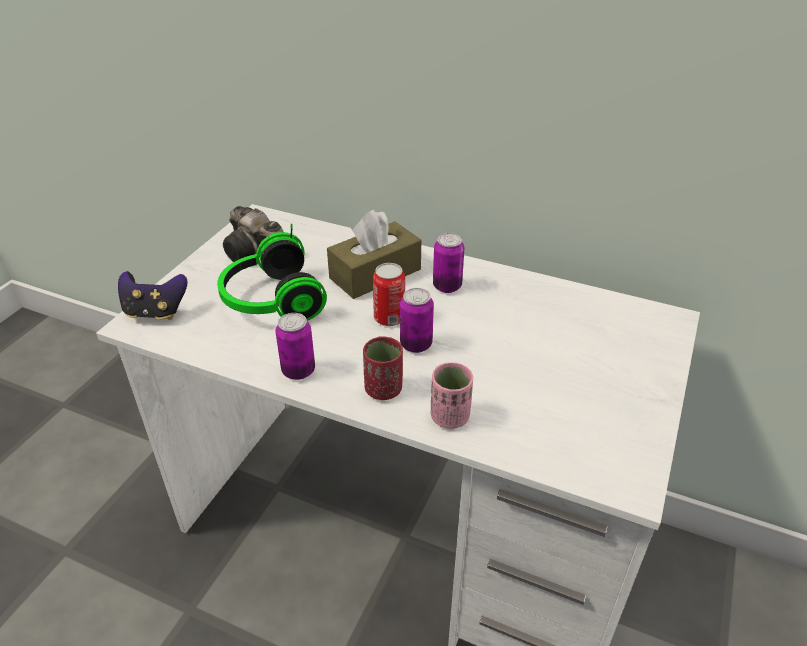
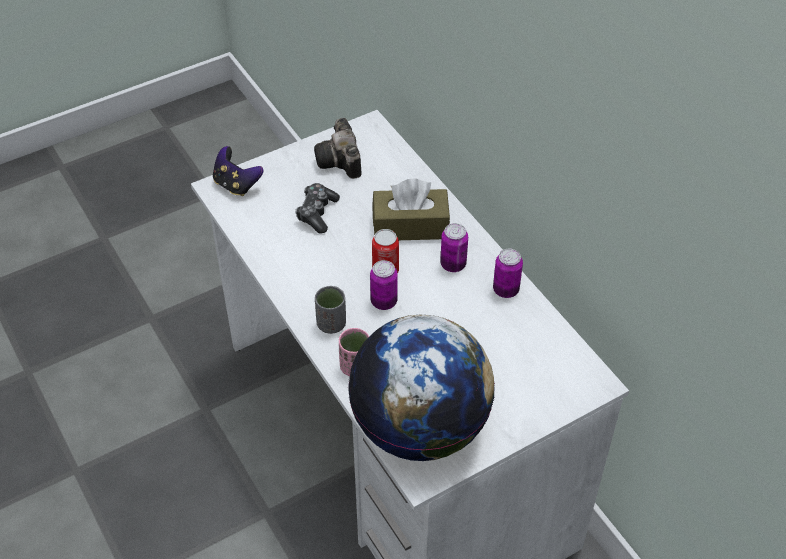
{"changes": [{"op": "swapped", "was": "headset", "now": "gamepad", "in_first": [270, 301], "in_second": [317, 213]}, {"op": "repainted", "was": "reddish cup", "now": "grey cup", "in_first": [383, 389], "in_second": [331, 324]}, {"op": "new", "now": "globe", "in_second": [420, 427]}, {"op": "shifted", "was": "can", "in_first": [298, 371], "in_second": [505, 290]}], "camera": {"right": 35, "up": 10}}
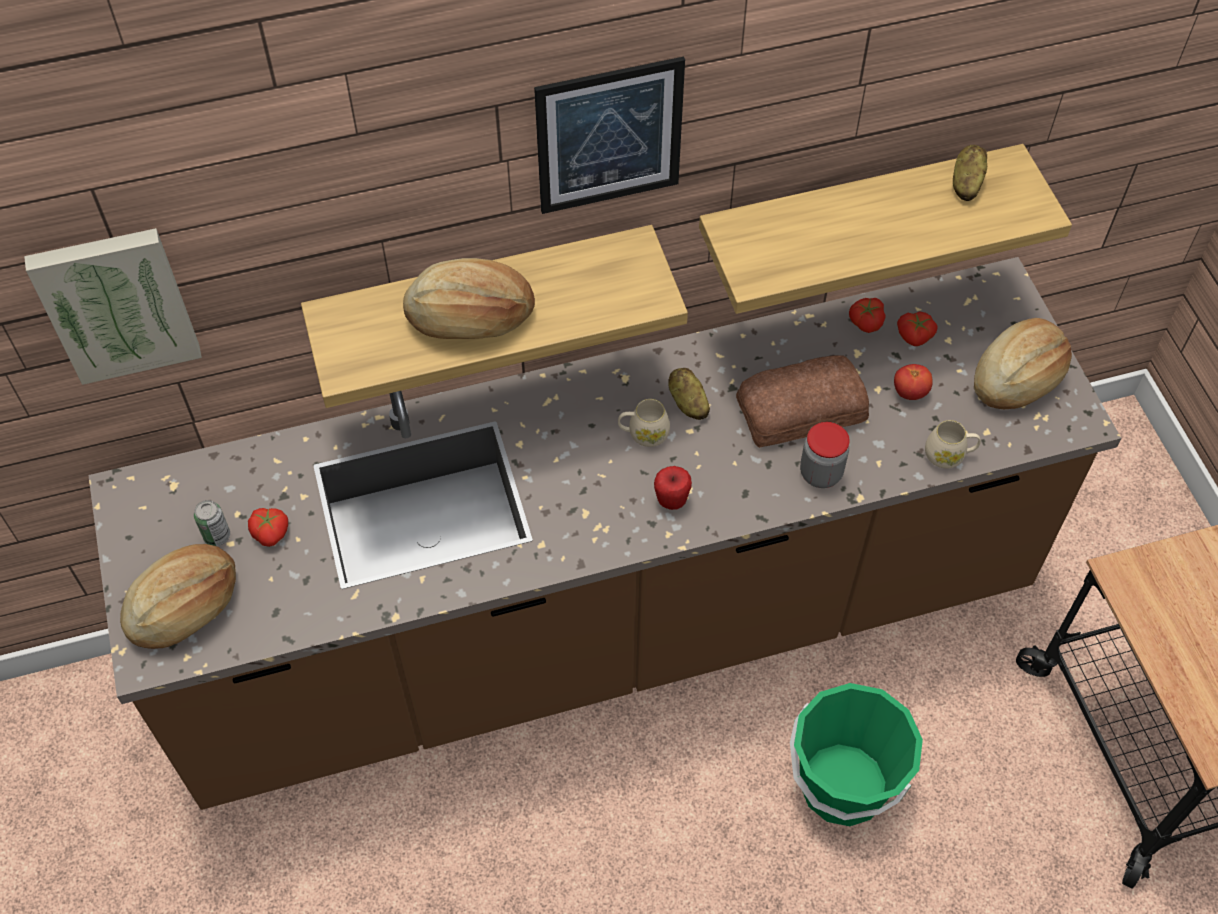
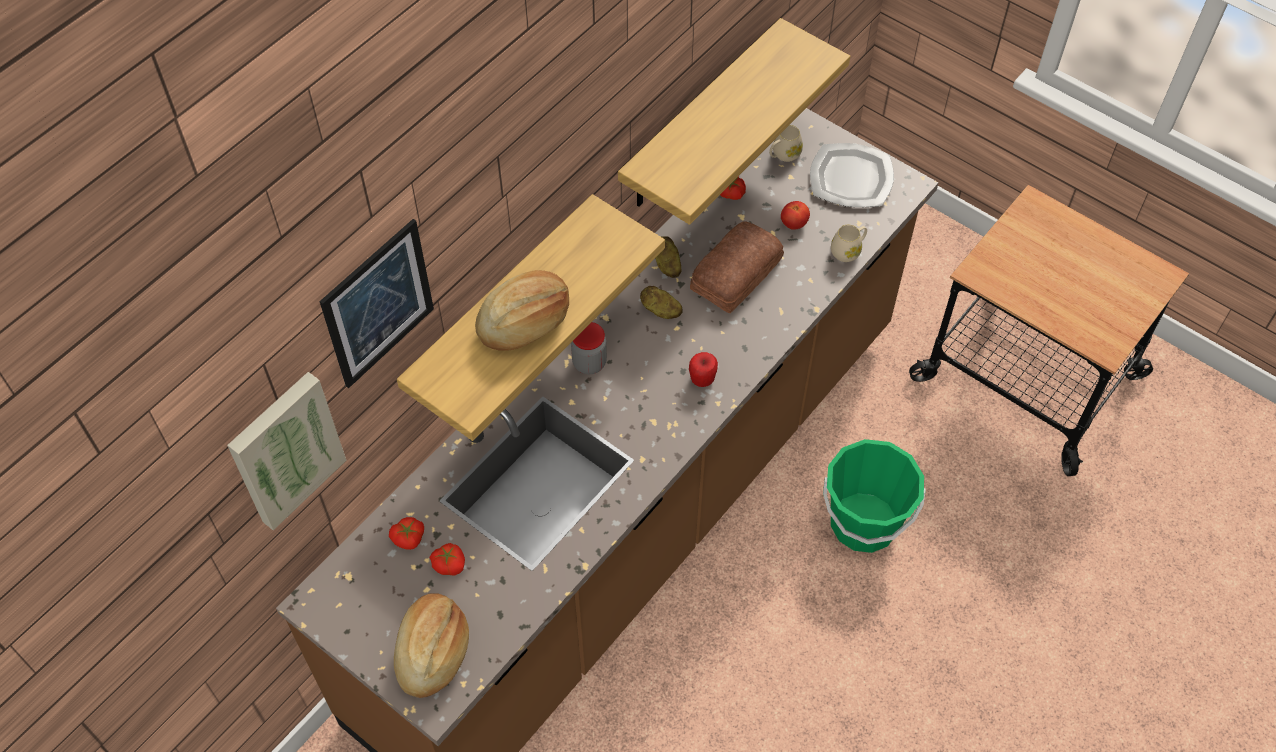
{"changes": [{"op": "shifted", "was": "wall picture", "in_first": [609, 136], "in_second": [378, 304]}, {"op": "shifted", "was": "whole tomato", "in_first": [914, 336], "in_second": [409, 539]}, {"op": "shifted", "was": "preserve jar", "in_first": [820, 473], "in_second": [589, 363]}, {"op": "shifted", "was": "spud", "in_first": [965, 183], "in_second": [666, 264]}, {"op": "shifted", "was": "beige-coloured mug", "in_first": [643, 434], "in_second": [783, 155]}, {"op": "swapped", "was": "baked bread", "now": "plate", "in_first": [1018, 377], "in_second": [850, 177]}, {"op": "gone", "was": "can", "in_first": [217, 536]}], "camera": {"right": -35, "up": 0}}
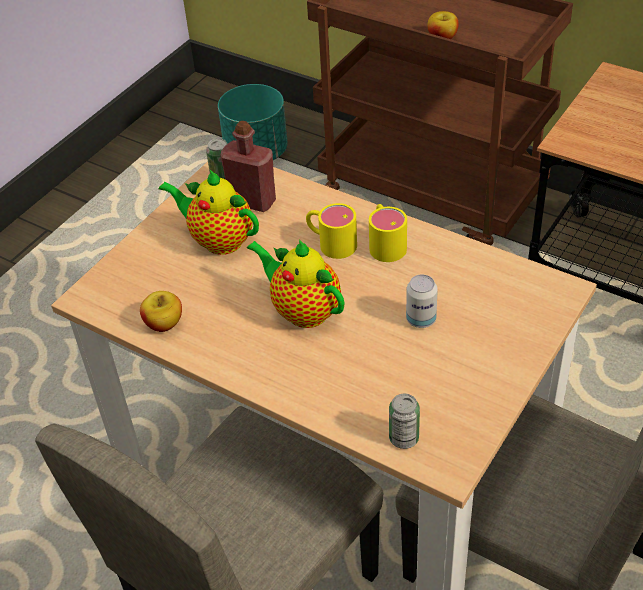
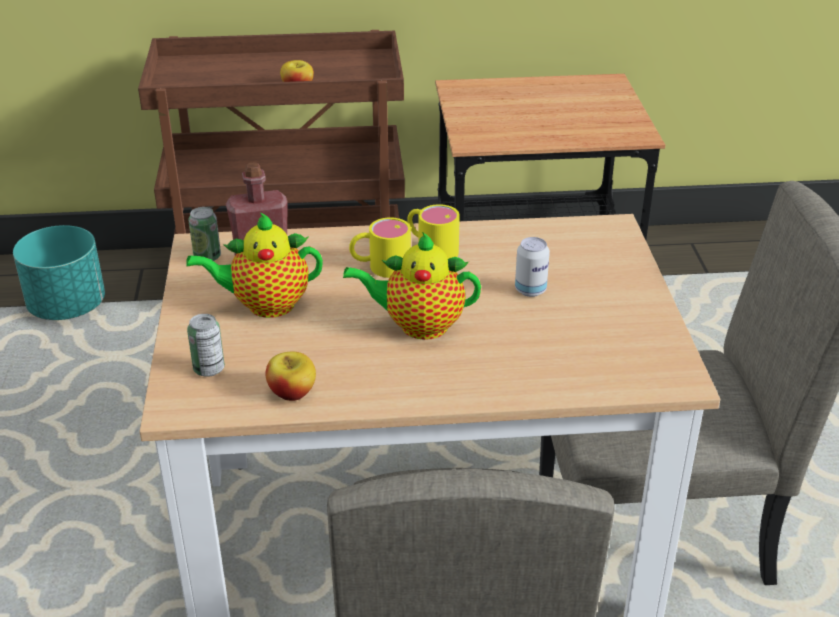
{"changes": [{"op": "shifted", "was": "can", "in_first": [404, 438], "in_second": [209, 369]}], "camera": {"right": -40, "up": -10}}
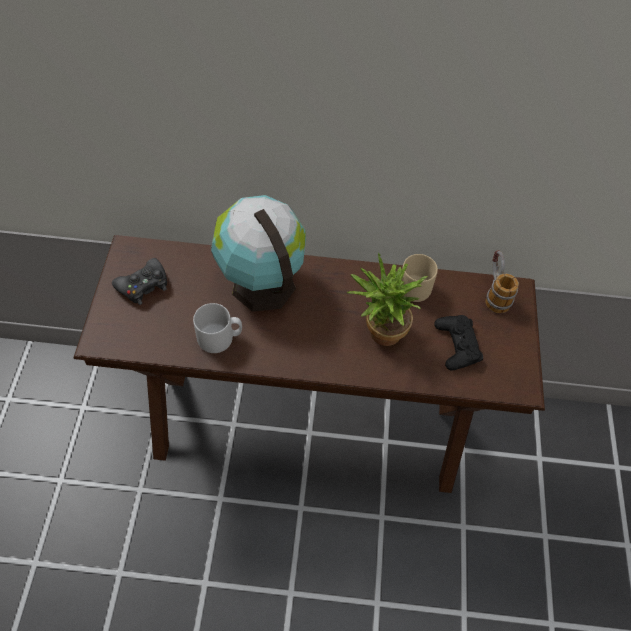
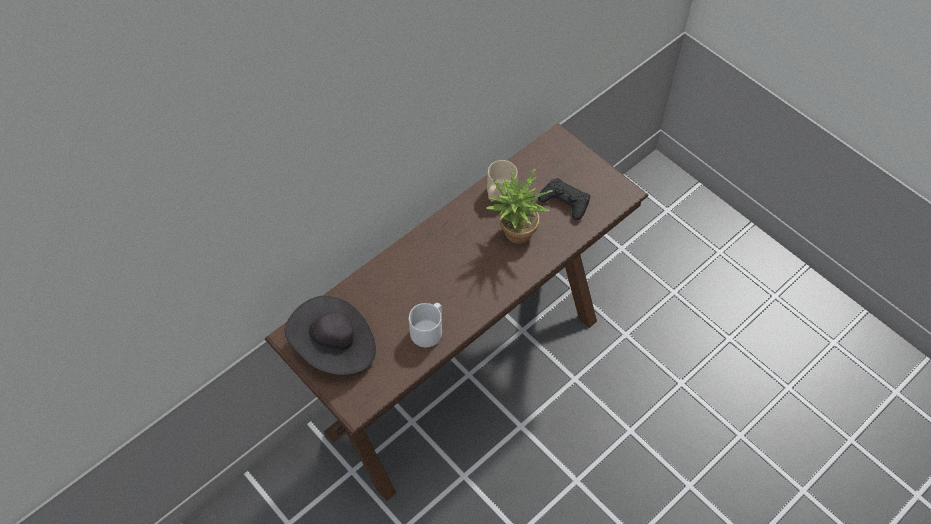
{"changes": [{"op": "swapped", "was": "blackish gamepad", "now": "blackish clothing hat", "in_first": [143, 285], "in_second": [335, 348]}, {"op": "gone", "was": "globe", "in_first": [261, 283]}, {"op": "gone", "was": "mug", "in_first": [494, 293]}], "camera": {"right": -45, "up": 0}}
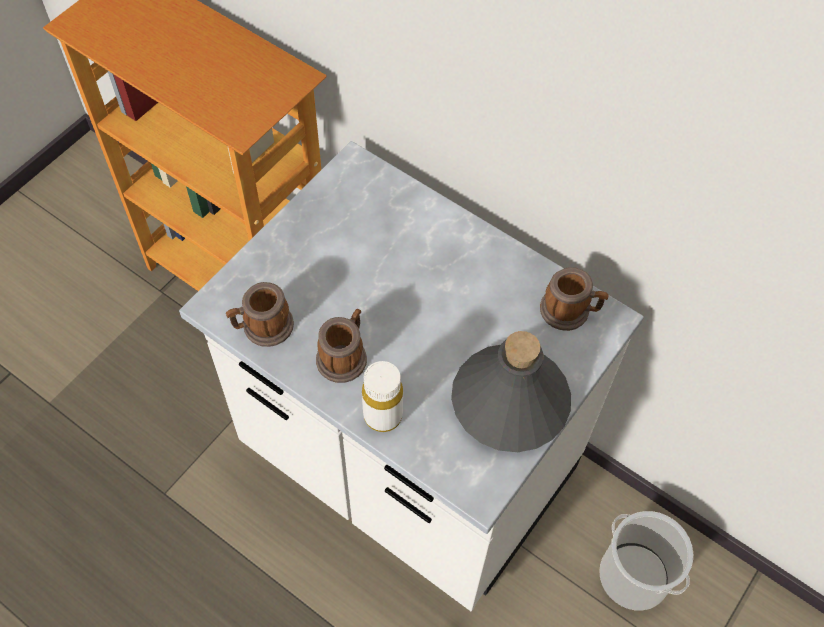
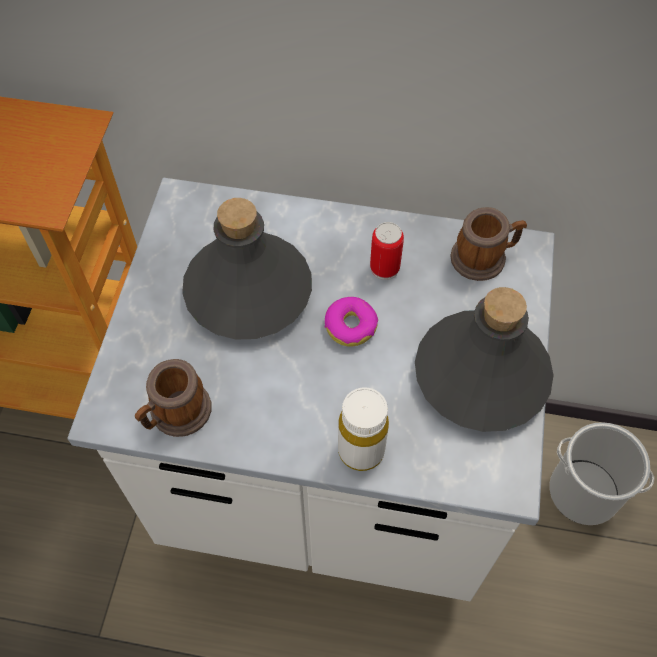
{"changes": [{"op": "new", "now": "grey bottle", "in_second": [248, 290]}, {"op": "new", "now": "ring doughnut", "in_second": [350, 326]}, {"op": "new", "now": "can", "in_second": [384, 268]}, {"op": "gone", "was": "mug", "in_first": [344, 355]}], "camera": {"right": -25, "up": 0}}
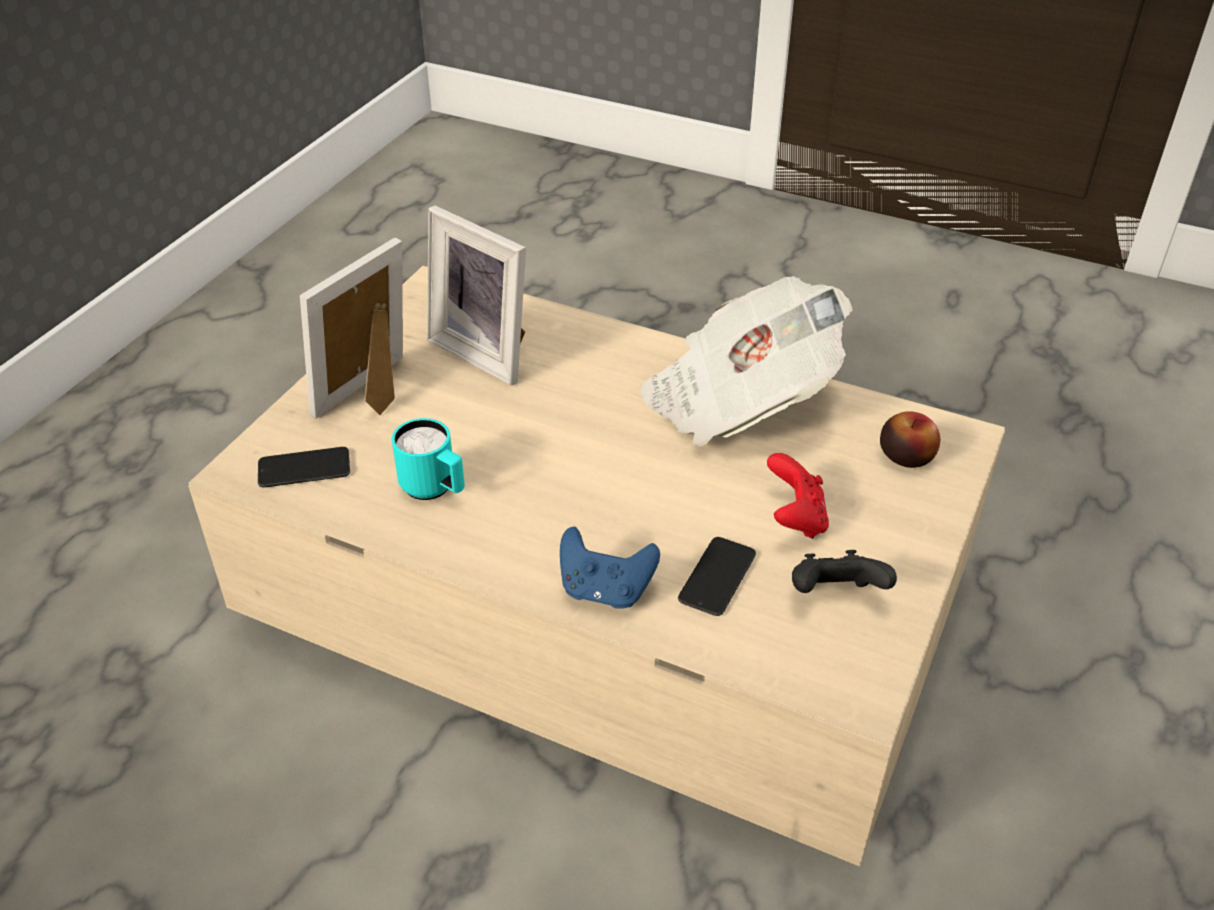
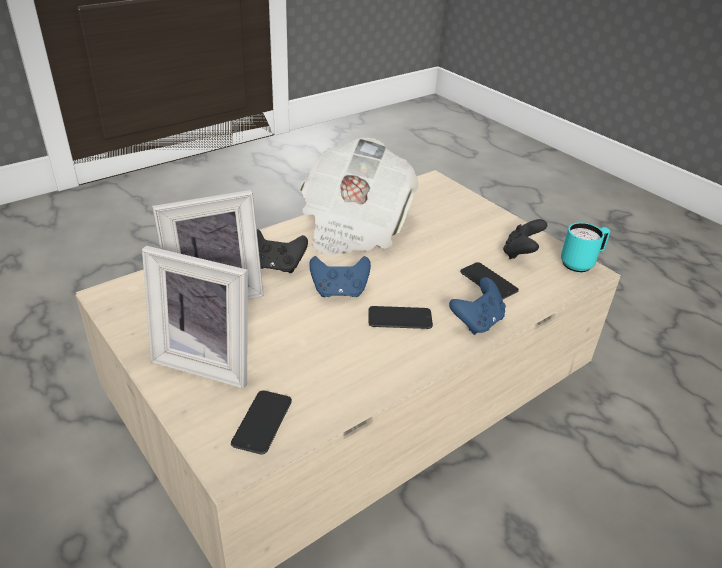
{"changes": [{"op": "rotated", "was": "photo frame", "in_first": [374, 394], "in_second": [208, 360], "clockwise": -45}, {"op": "new", "now": "blackish gamepad", "in_second": [277, 266]}, {"op": "new", "now": "bluish gamepad", "in_second": [339, 291]}, {"op": "new", "now": "telephone", "in_second": [400, 318]}, {"op": "shifted", "was": "turquoise mug", "in_first": [434, 490], "in_second": [581, 263]}, {"op": "gone", "was": "reddish gamepad", "in_first": [795, 519]}, {"op": "gone", "was": "apple fruit", "in_first": [906, 456]}], "camera": {"right": -65, "up": -5}}
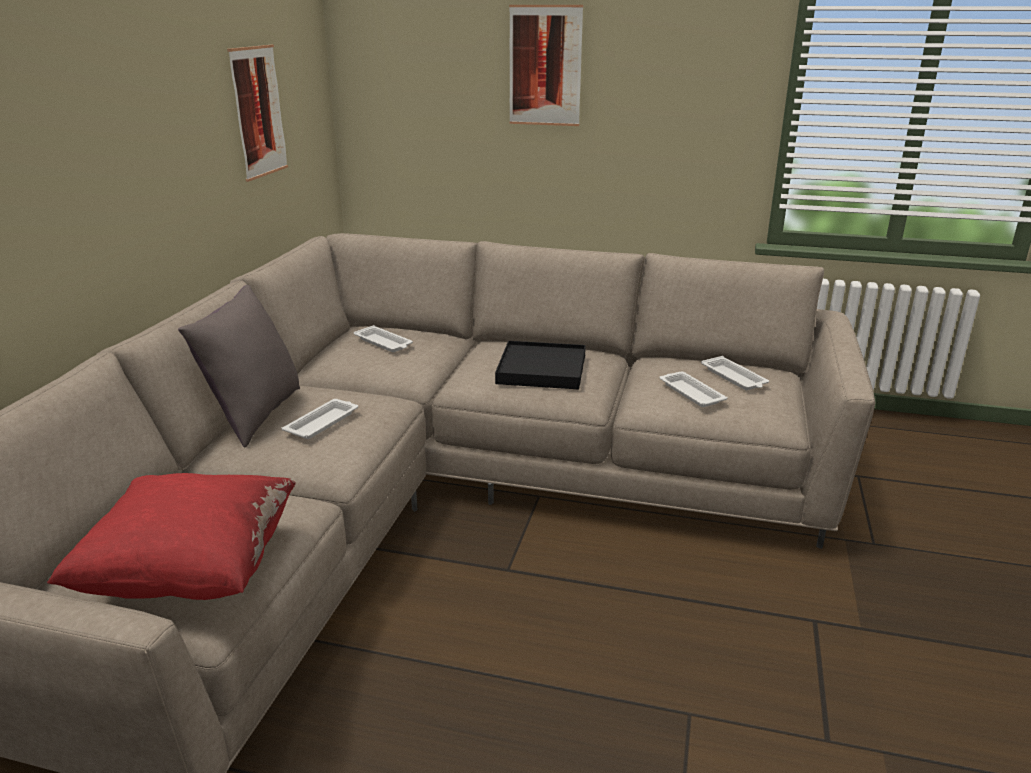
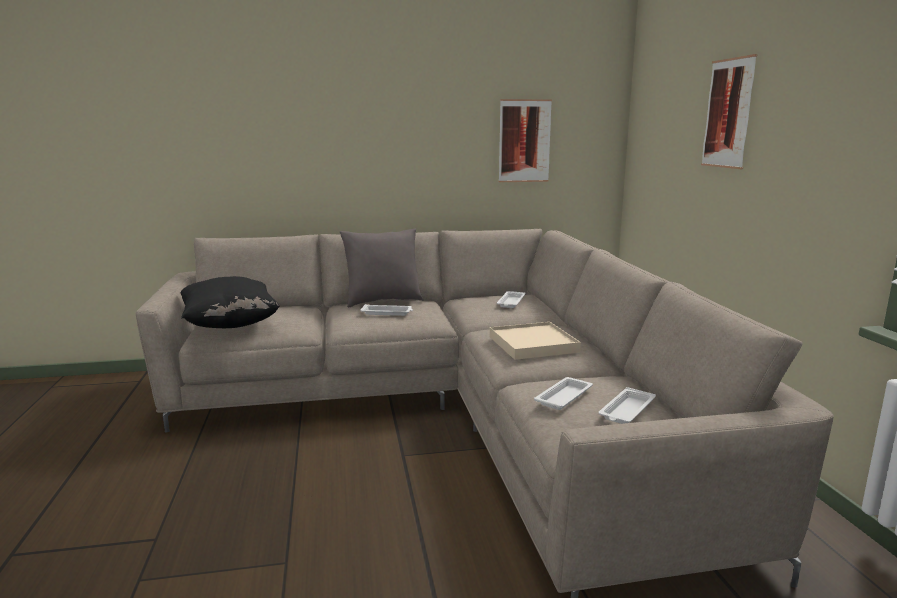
{"changes": [{"op": "repainted", "was": "reddish pillow", "now": "blackish pillow", "in_first": [192, 572], "in_second": [230, 324]}, {"op": "repainted", "was": "blackish tray", "now": "beige-coloured tray", "in_first": [542, 369], "in_second": [533, 344]}], "camera": {"right": 65, "up": -10}}
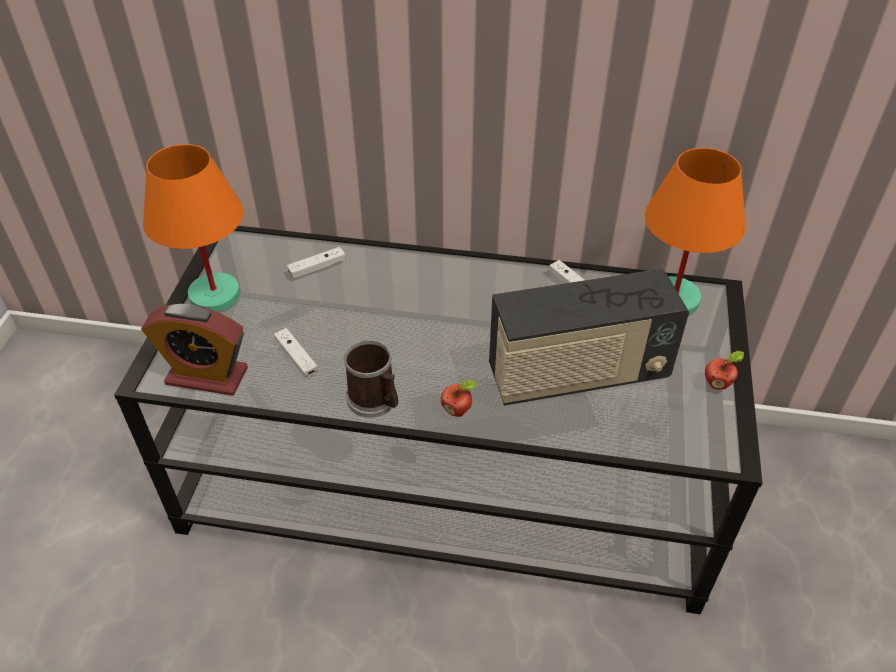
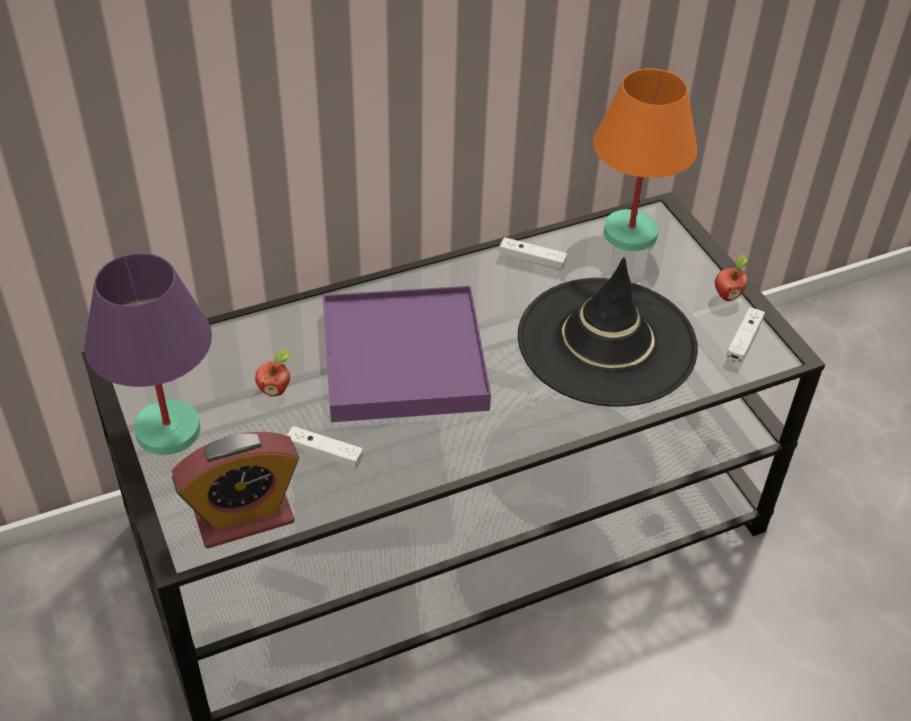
{"changes": [{"op": "repainted", "was": "orange table lamp", "now": "purple-coloured table lamp", "in_first": [214, 296], "in_second": [169, 431]}, {"op": "shifted", "was": "apple fruit", "in_first": [458, 410], "in_second": [275, 390]}, {"op": "new", "now": "purple-coloured tray", "in_second": [404, 360]}, {"op": "swapped", "was": "radio receiver", "now": "blackish clothing hat", "in_first": [577, 375], "in_second": [606, 342]}, {"op": "shifted", "was": "white gamepad", "in_first": [317, 268], "in_second": [743, 341]}, {"op": "gone", "was": "mug", "in_first": [376, 401]}], "camera": {"right": -35, "up": 0}}
